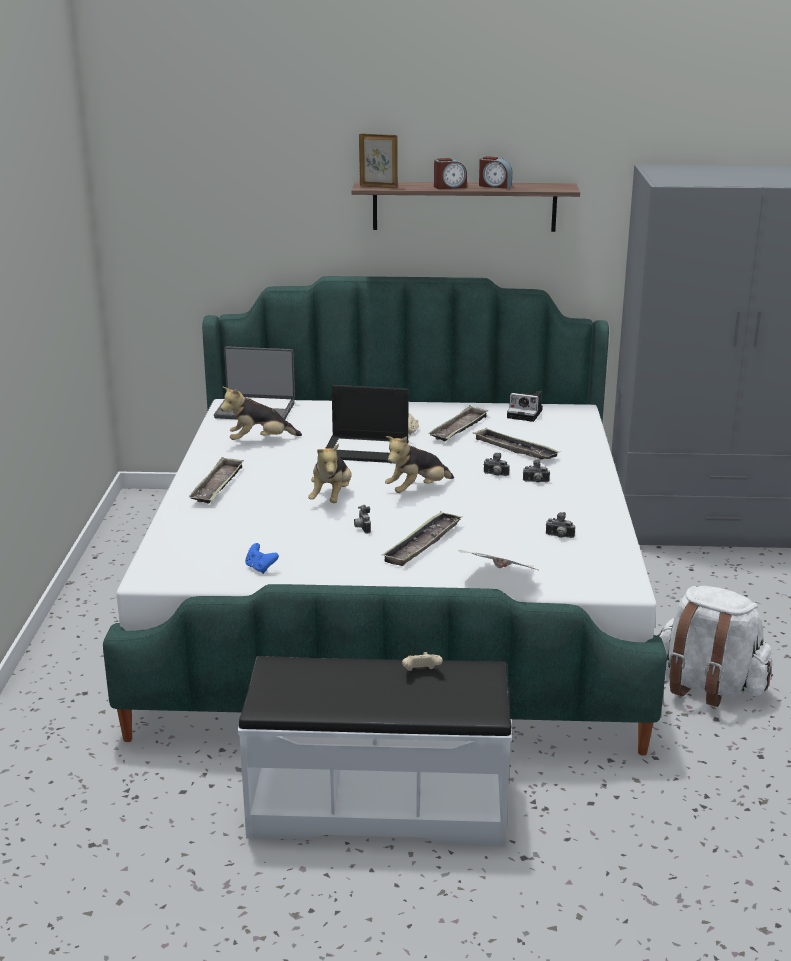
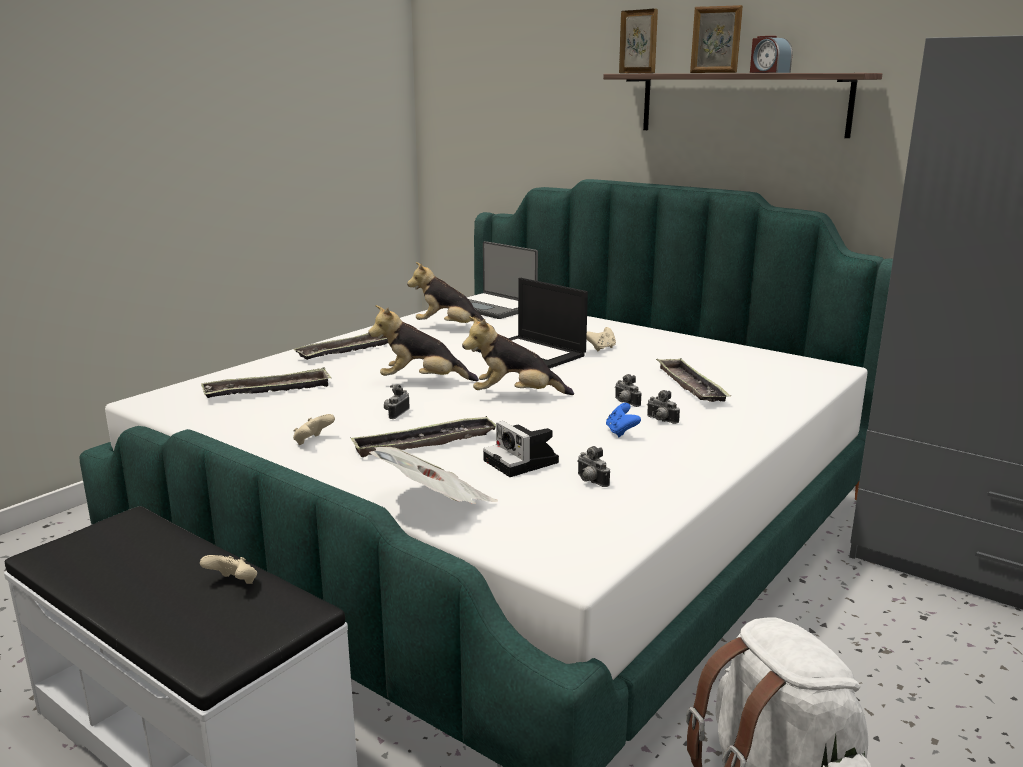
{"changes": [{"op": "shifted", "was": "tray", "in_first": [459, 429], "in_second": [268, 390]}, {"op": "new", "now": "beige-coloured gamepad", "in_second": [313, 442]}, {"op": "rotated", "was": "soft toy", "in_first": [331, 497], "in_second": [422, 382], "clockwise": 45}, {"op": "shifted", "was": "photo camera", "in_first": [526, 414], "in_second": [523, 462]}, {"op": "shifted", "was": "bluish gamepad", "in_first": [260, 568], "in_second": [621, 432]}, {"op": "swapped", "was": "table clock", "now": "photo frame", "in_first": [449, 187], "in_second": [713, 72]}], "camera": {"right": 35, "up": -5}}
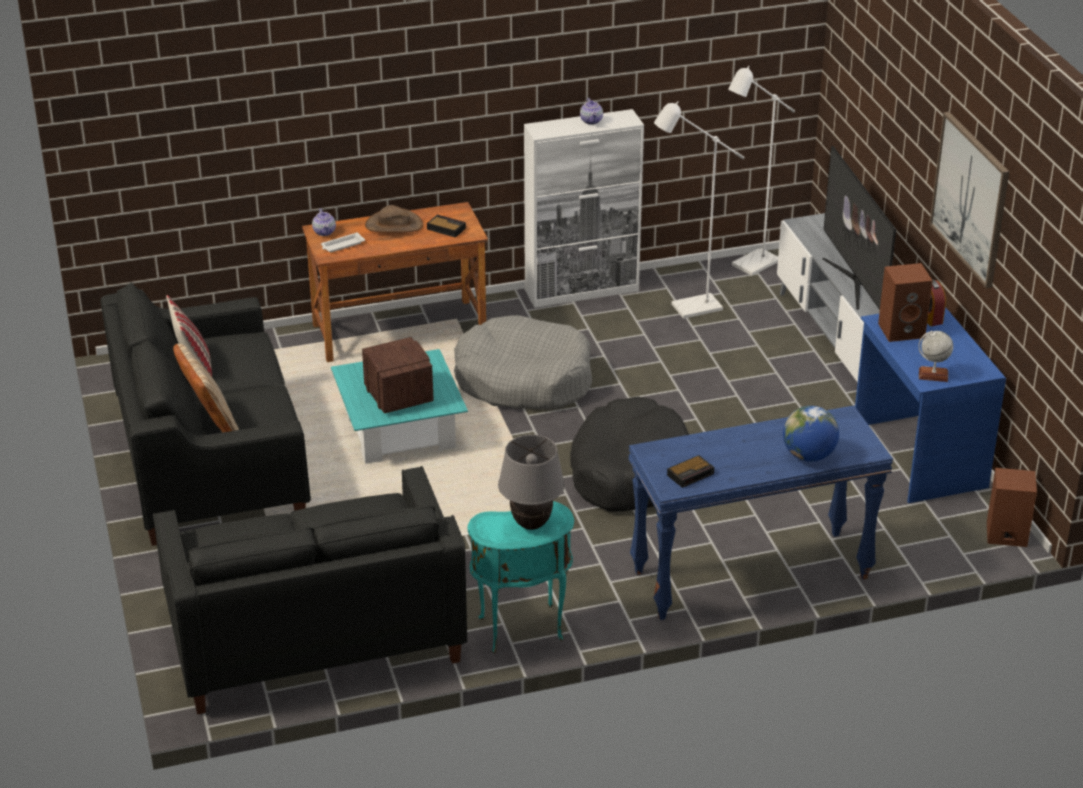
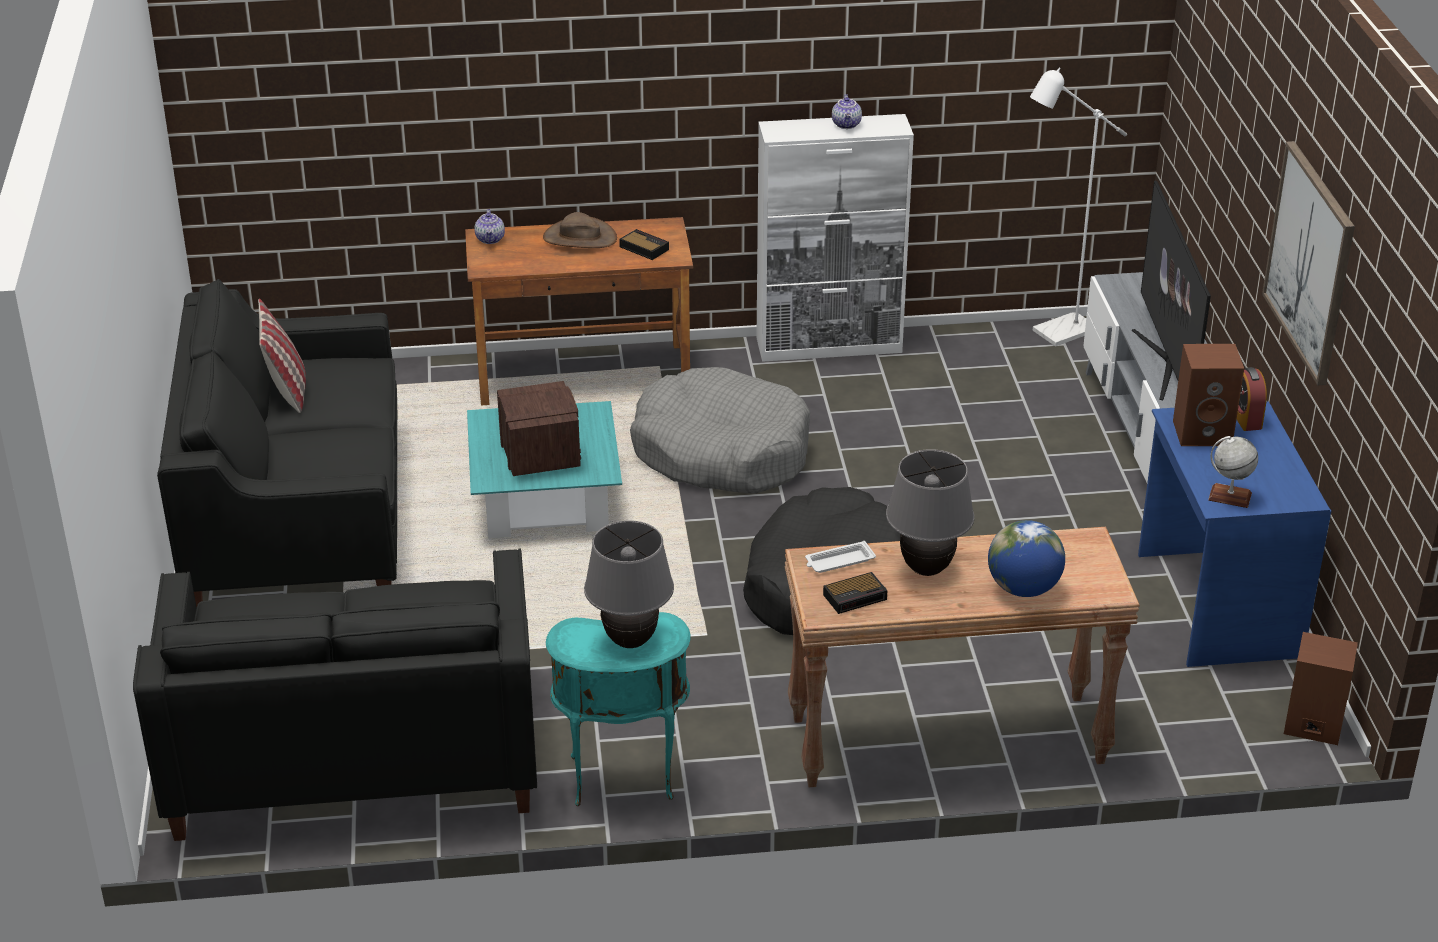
{"changes": [{"op": "repainted", "was": "bluish narrow table", "now": "brown narrow table", "in_first": [750, 576], "in_second": [946, 742]}, {"op": "shifted", "was": "white tray", "in_first": [342, 245], "in_second": [838, 561]}, {"op": "new", "now": "grey table lamp", "in_second": [926, 569]}, {"op": "gone", "was": "beige-coloured pillow", "in_first": [210, 424]}, {"op": "gone", "was": "white standard lamp", "in_first": [688, 309]}], "camera": {"right": 10, "up": 0}}
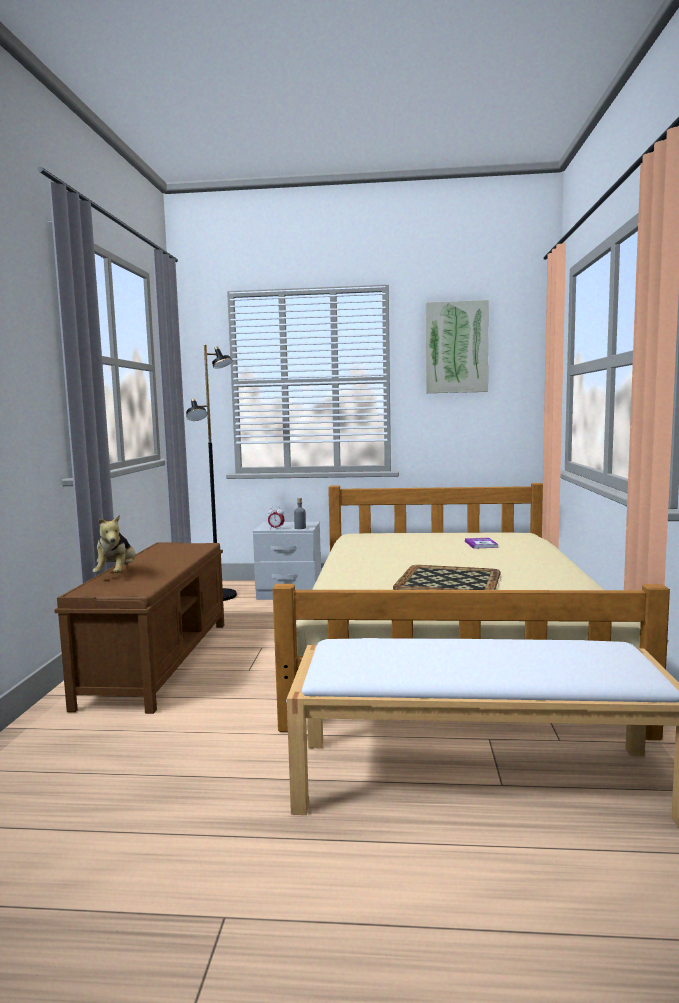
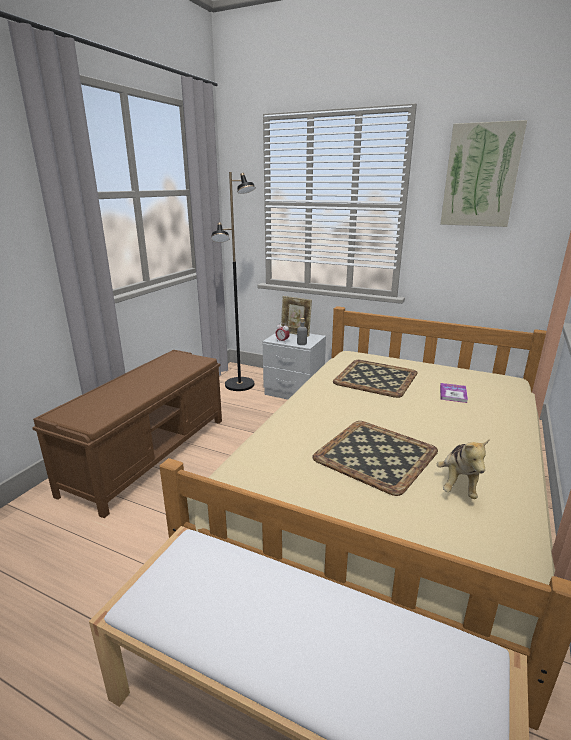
{"changes": [{"op": "new", "now": "photo frame", "in_second": [295, 334]}, {"op": "new", "now": "tray", "in_second": [376, 378]}, {"op": "shifted", "was": "soft toy", "in_first": [117, 574], "in_second": [458, 484]}], "camera": {"right": 20, "up": 15}}
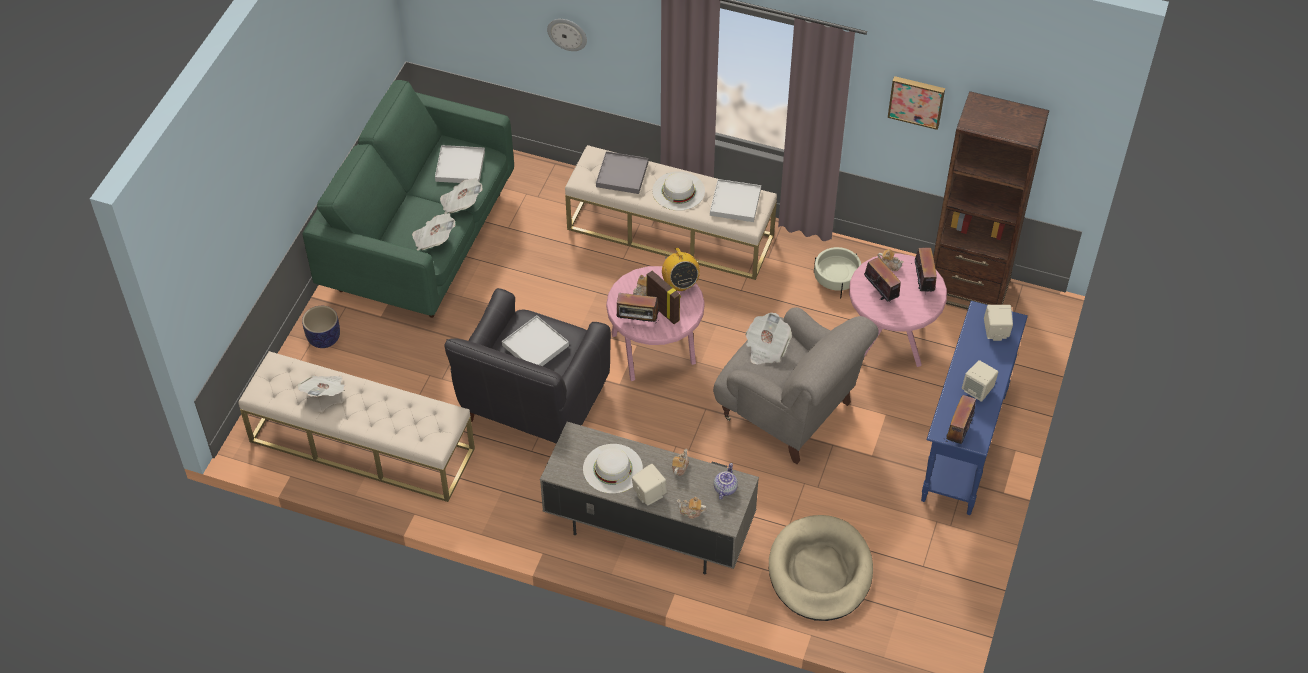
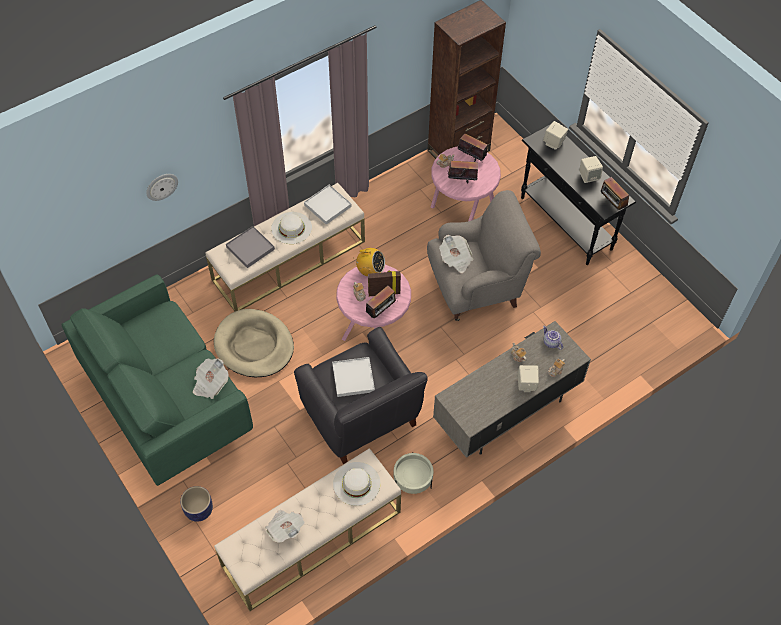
{"changes": [{"op": "shifted", "was": "beige-coloured pet bed", "in_first": [820, 571], "in_second": [254, 345]}, {"op": "shifted", "was": "white clothing hat", "in_first": [612, 468], "in_second": [356, 483]}, {"op": "shifted", "was": "beige-coloured planter", "in_first": [836, 279], "in_second": [413, 479]}, {"op": "repainted", "was": "bluish narrow table", "now": "blackish narrow table", "in_first": [963, 448], "in_second": [566, 223]}, {"op": "gone", "was": "white tray", "in_first": [460, 166]}, {"op": "gone", "was": "newspaper", "in_first": [461, 204]}, {"op": "gone", "was": "wall picture", "in_first": [916, 101]}], "camera": {"right": -55, "up": 5}}
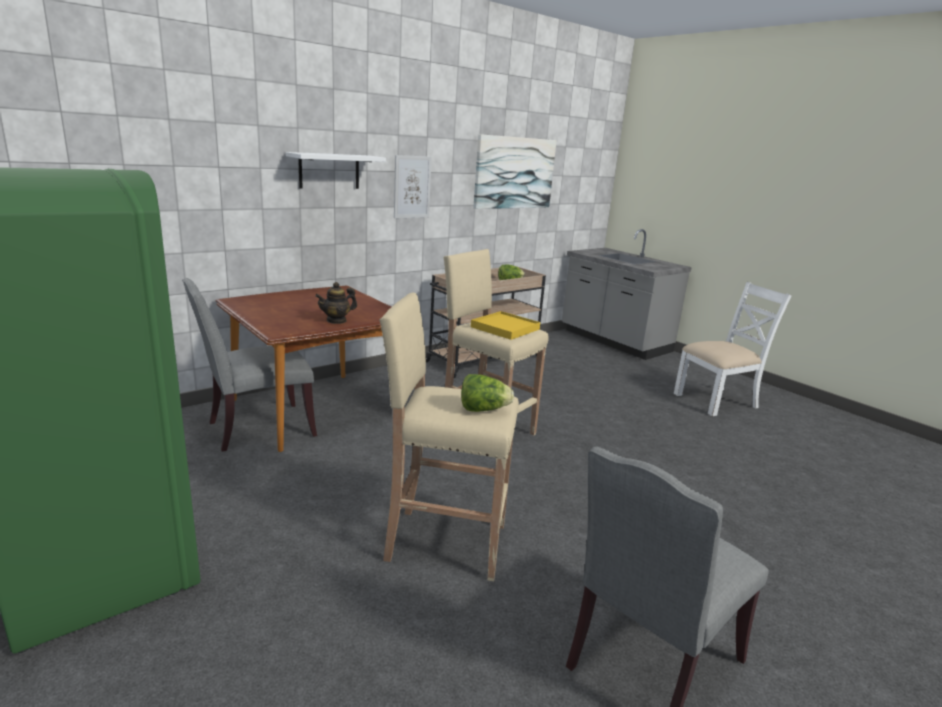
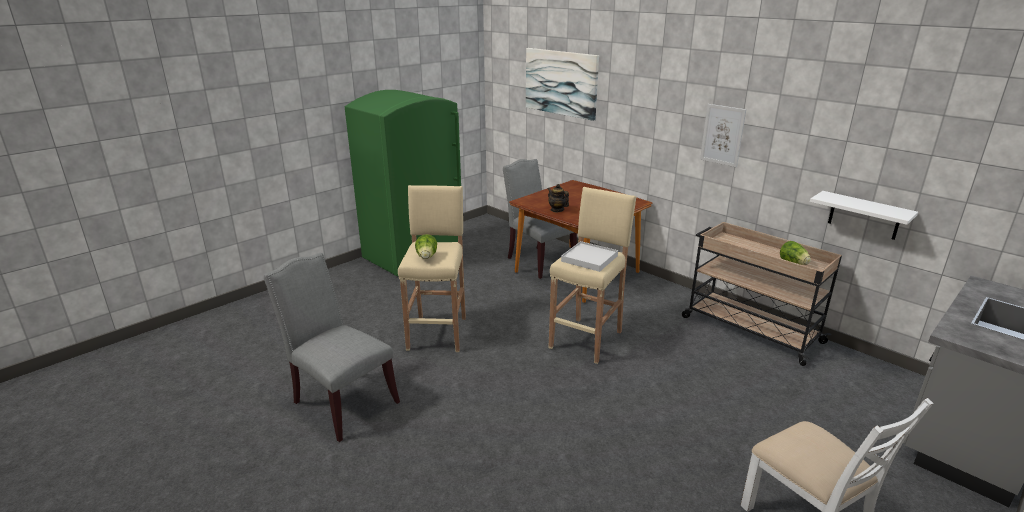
{"changes": [{"op": "shifted", "was": "wall picture", "in_first": [514, 173], "in_second": [561, 83]}, {"op": "repainted", "was": "yellow tray", "now": "white tray", "in_first": [505, 328], "in_second": [589, 259]}, {"op": "shifted", "was": "white bracket shelf", "in_first": [329, 171], "in_second": [864, 215]}], "camera": {"right": 85, "up": 5}}
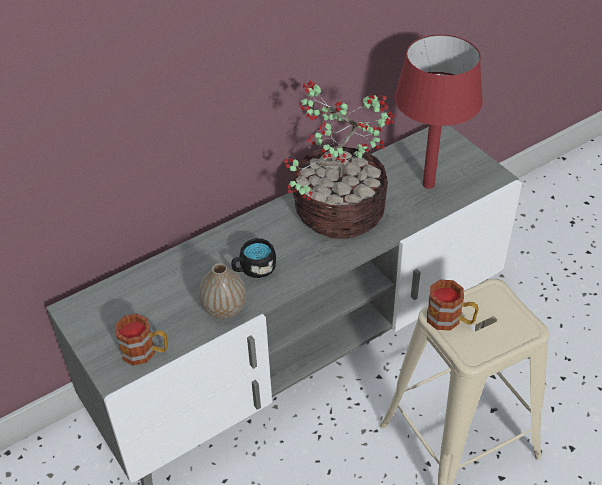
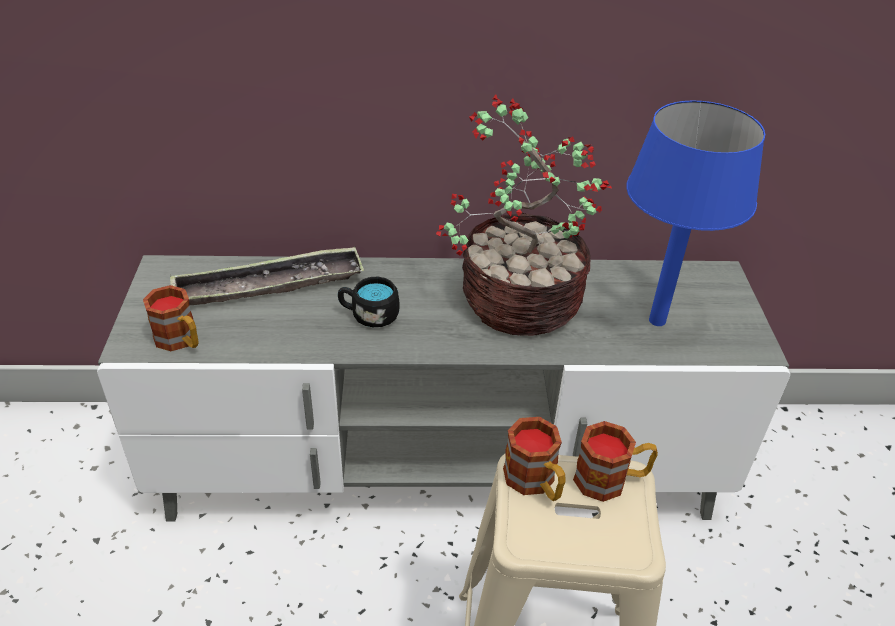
{"changes": [{"op": "new", "now": "tray", "in_second": [269, 285]}, {"op": "new", "now": "mug", "in_second": [611, 480]}, {"op": "repainted", "was": "reddish table lamp", "now": "bluish table lamp", "in_first": [428, 185], "in_second": [656, 321]}, {"op": "gone", "was": "flower vase", "in_first": [224, 309]}], "camera": {"right": 30, "up": -5}}
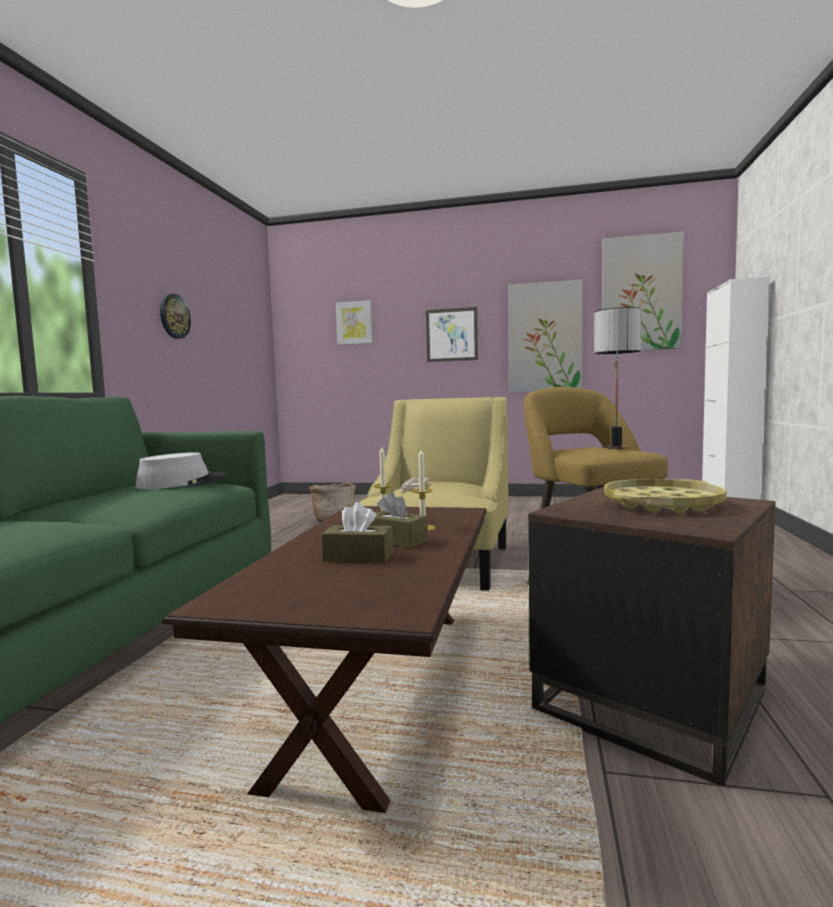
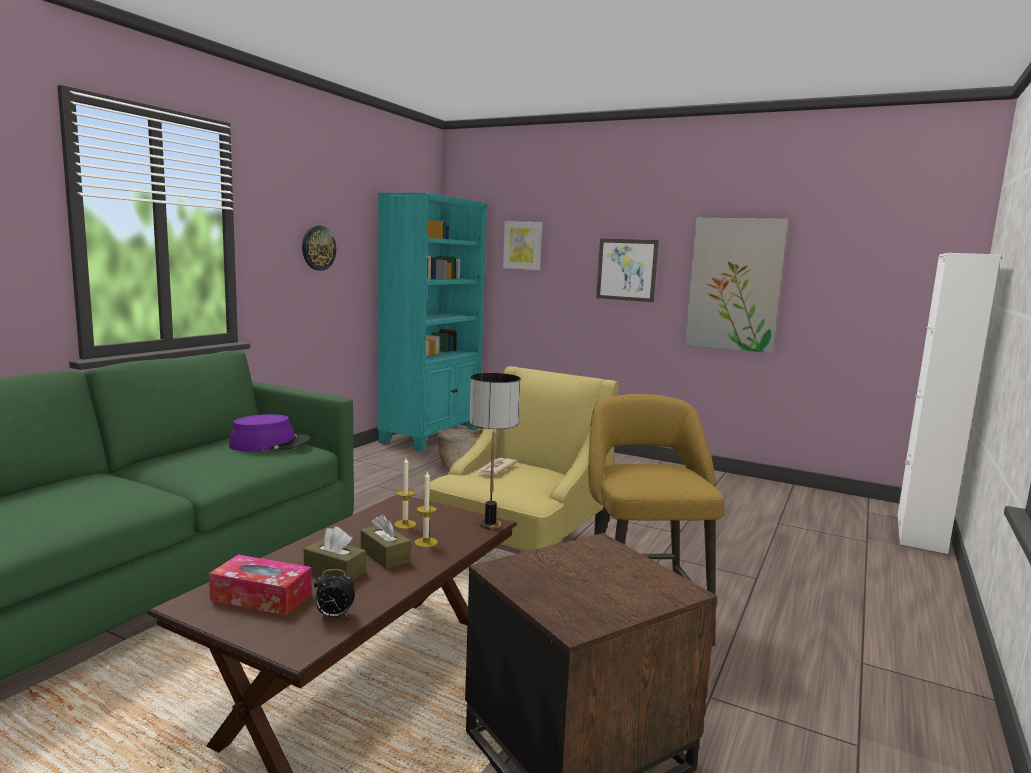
{"changes": [{"op": "new", "now": "tissue box", "in_second": [261, 597]}, {"op": "repainted", "was": "grey clothing hat", "now": "purple-coloured clothing hat", "in_first": [181, 483], "in_second": [270, 444]}, {"op": "new", "now": "table clock", "in_second": [334, 616]}, {"op": "new", "now": "turquoise shelving unit", "in_second": [431, 435]}, {"op": "shifted", "was": "table lamp", "in_first": [615, 448], "in_second": [489, 525]}, {"op": "gone", "was": "wall picture", "in_first": [641, 293]}, {"op": "gone", "was": "yellow tray", "in_first": [662, 504]}], "camera": {"right": 15, "up": 5}}
